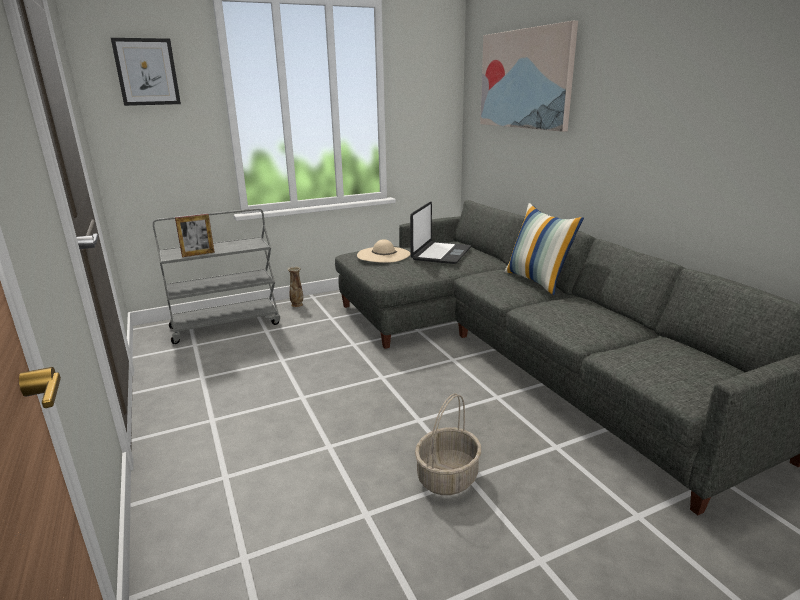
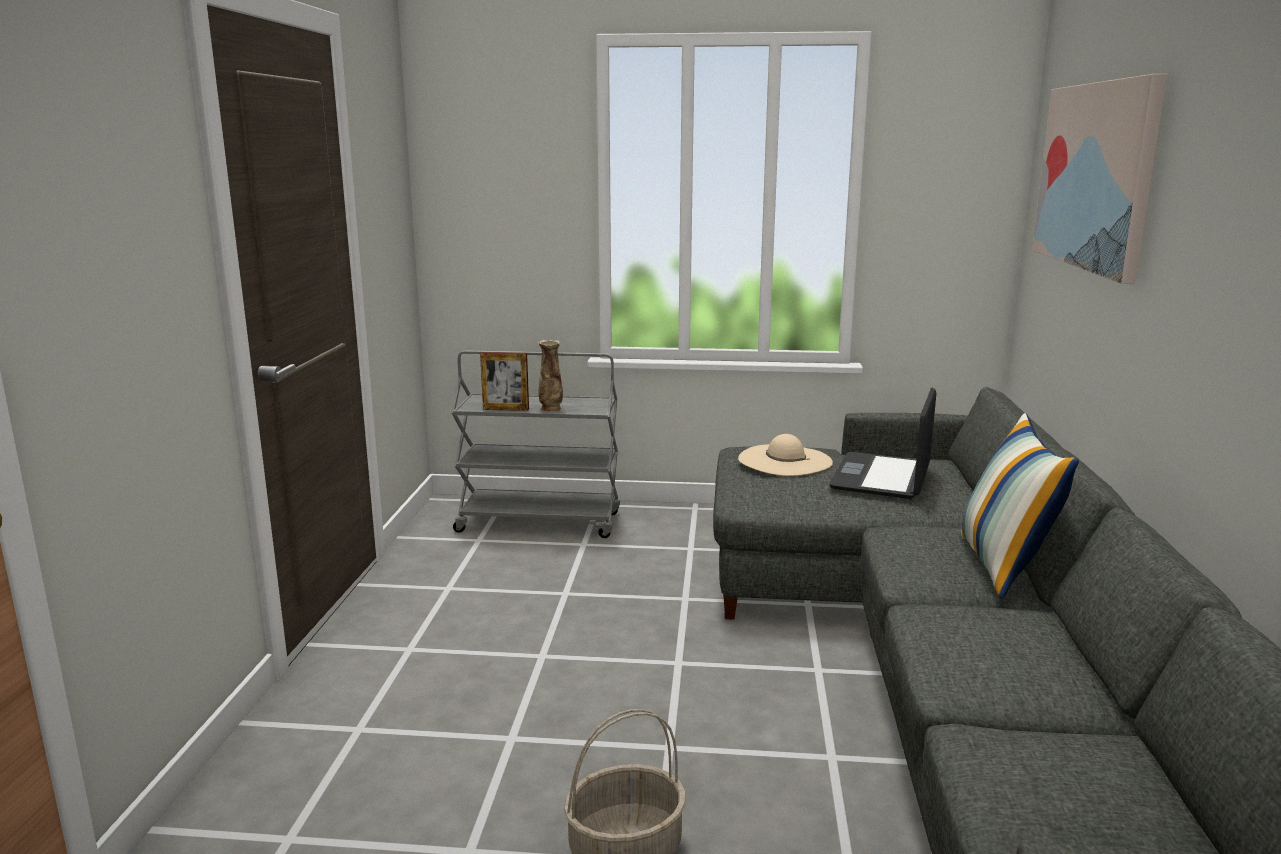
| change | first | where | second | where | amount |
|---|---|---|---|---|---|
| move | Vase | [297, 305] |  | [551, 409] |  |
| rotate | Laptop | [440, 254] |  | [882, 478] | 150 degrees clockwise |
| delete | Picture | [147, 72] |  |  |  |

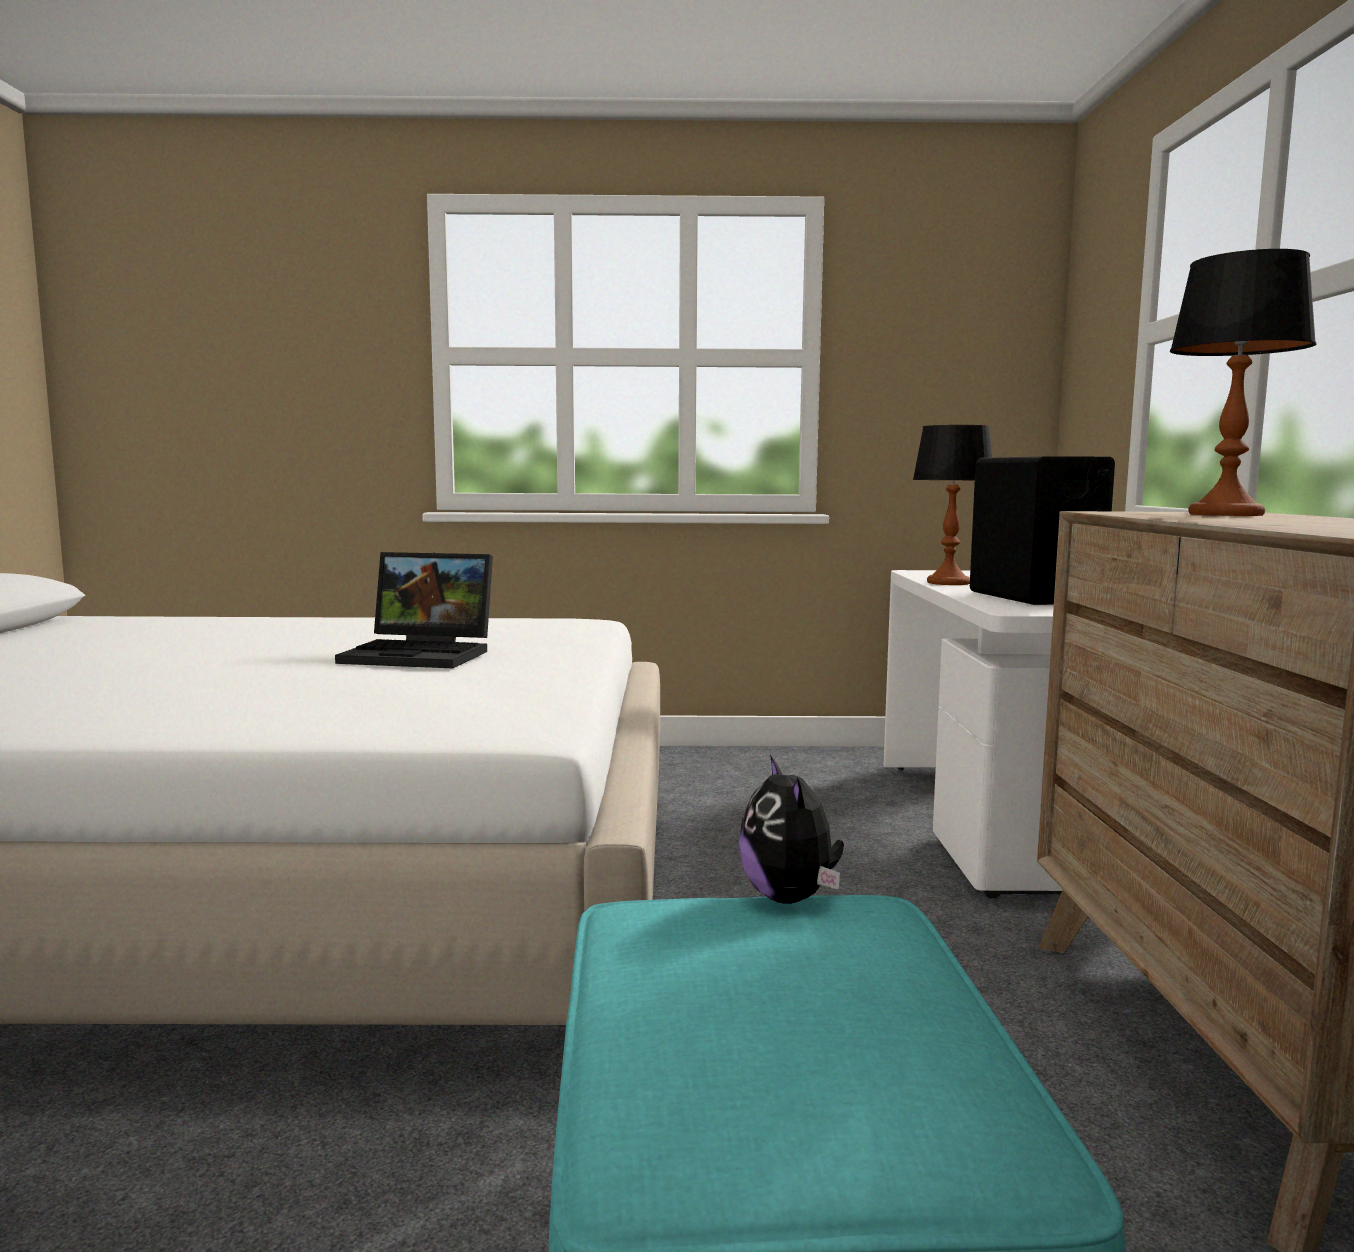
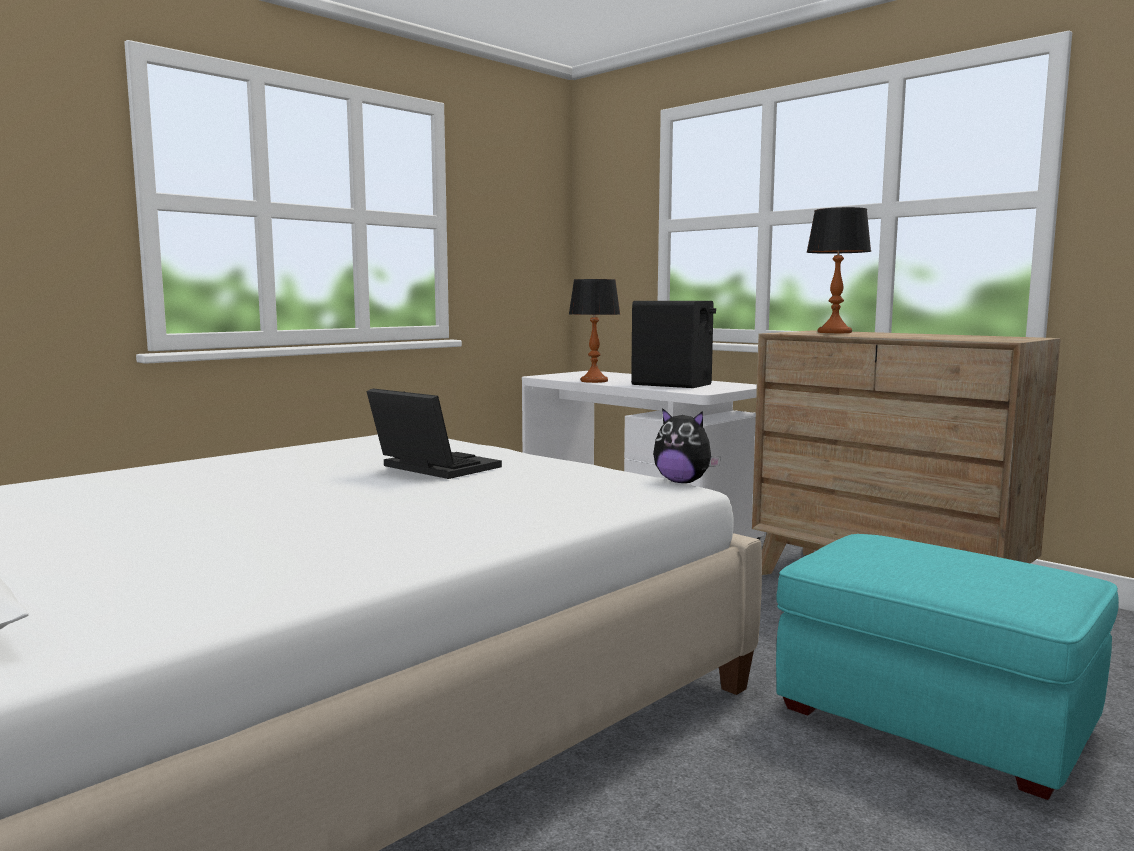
| change | first | where | second | where | amount |
|---|---|---|---|---|---|
| rotate | Laptop | [423, 655] |  | [431, 468] | 105 degrees counterclockwise |
| move | PlushToy | [790, 898] |  | [683, 482] |  |

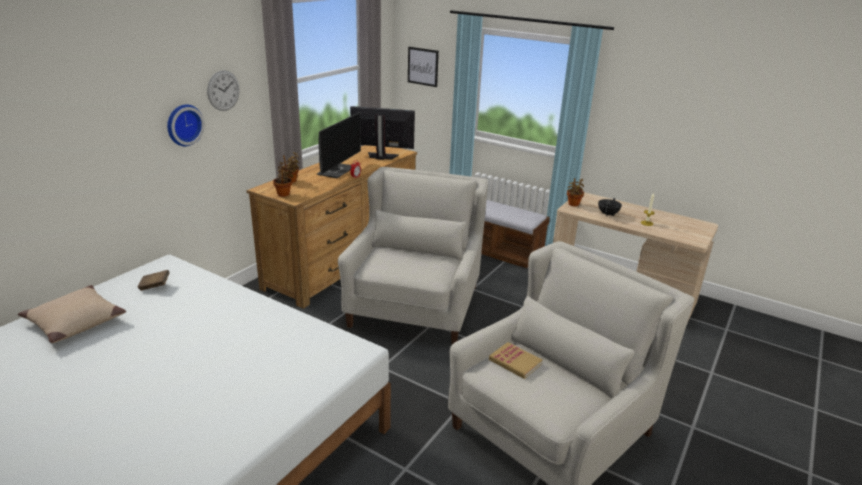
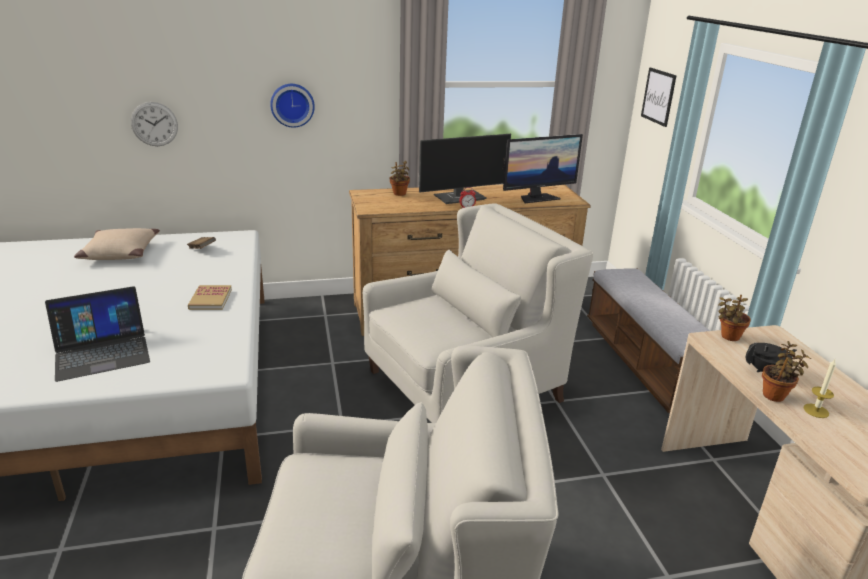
| change | first | where | second | where | amount |
|---|---|---|---|---|---|
| insert |  |  | Laptop | [102, 352] |  |
| move | WallClock | [223, 90] |  | [154, 124] |  |
| move | Book | [515, 362] |  | [210, 299] |  |
| rotate | Monitor | [381, 156] |  | [537, 198] | 105 degrees clockwise |
| move | PottedPlant | [284, 194] |  | [775, 395] |  |

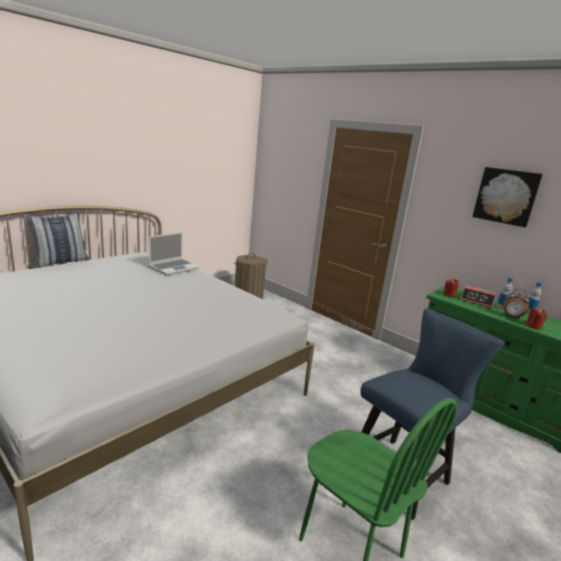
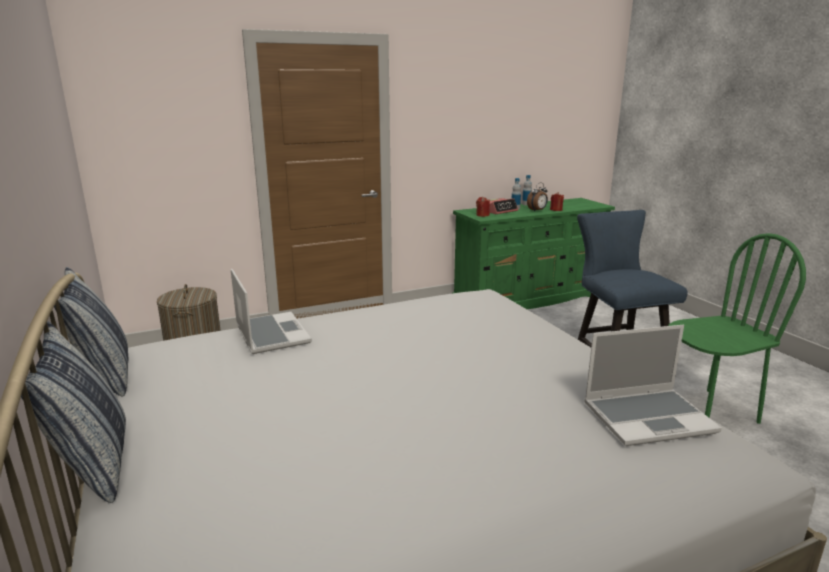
| change | first | where | second | where | amount |
|---|---|---|---|---|---|
| insert |  |  | Pillow | [106, 375] |  |
| insert |  |  | Laptop | [649, 417] |  |
| delete | Picture | [506, 196] |  |  |  |

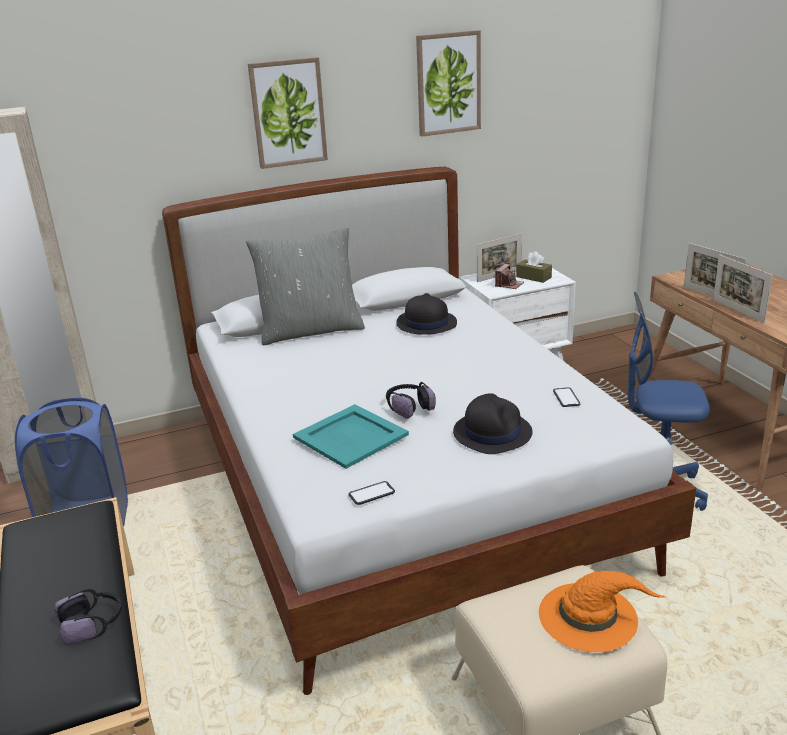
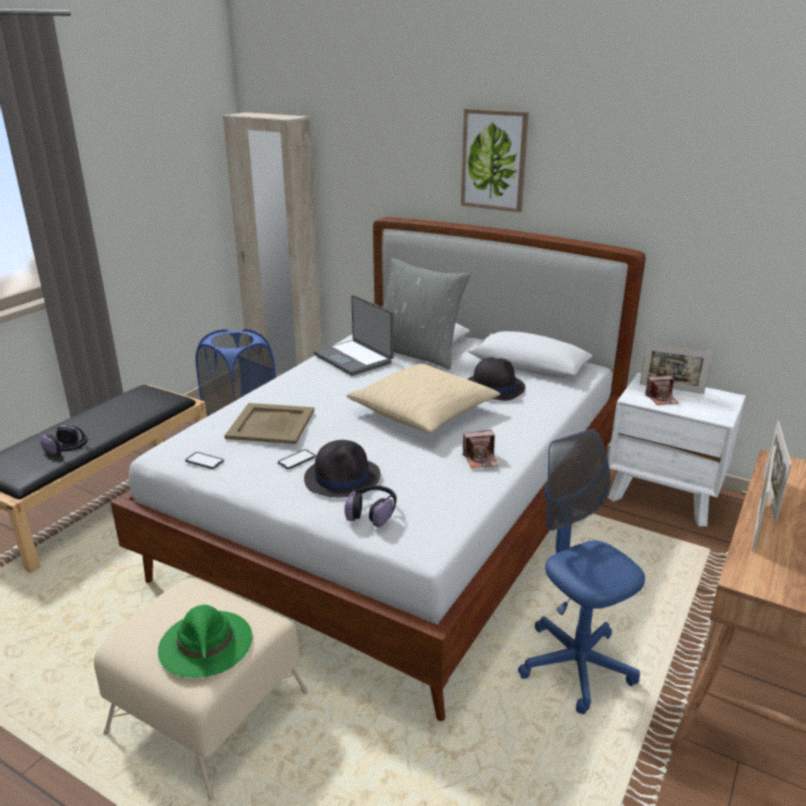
| change | first | where | second | where | amount |
|---|---|---|---|---|---|
| recolor | OrangeHat | [589, 616] | GreenHat | [206, 644] |  |
| recolor | TurquoiseTray | [351, 436] | BeigeTray | [271, 424] |  |
| move | Phone | [566, 398] |  | [296, 460] |  |
| insert |  |  | Laptop | [354, 358] |  |
| move | Headphones | [409, 407] |  | [373, 512] |  |
| insert |  |  | BeigePillow | [423, 412] |  |
| insert |  |  | PhotoCamera | [480, 459] |  |
| delete | Picture | [448, 83] |  |  |  |
| delete | BrownTissueBox | [533, 277] |  |  |  |

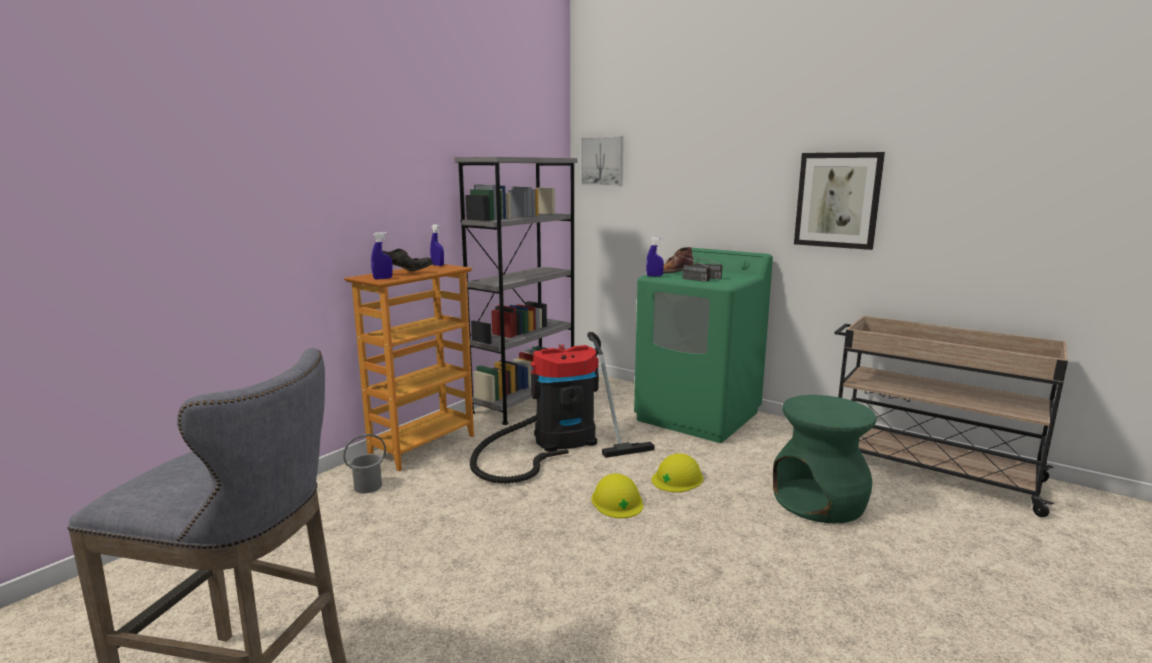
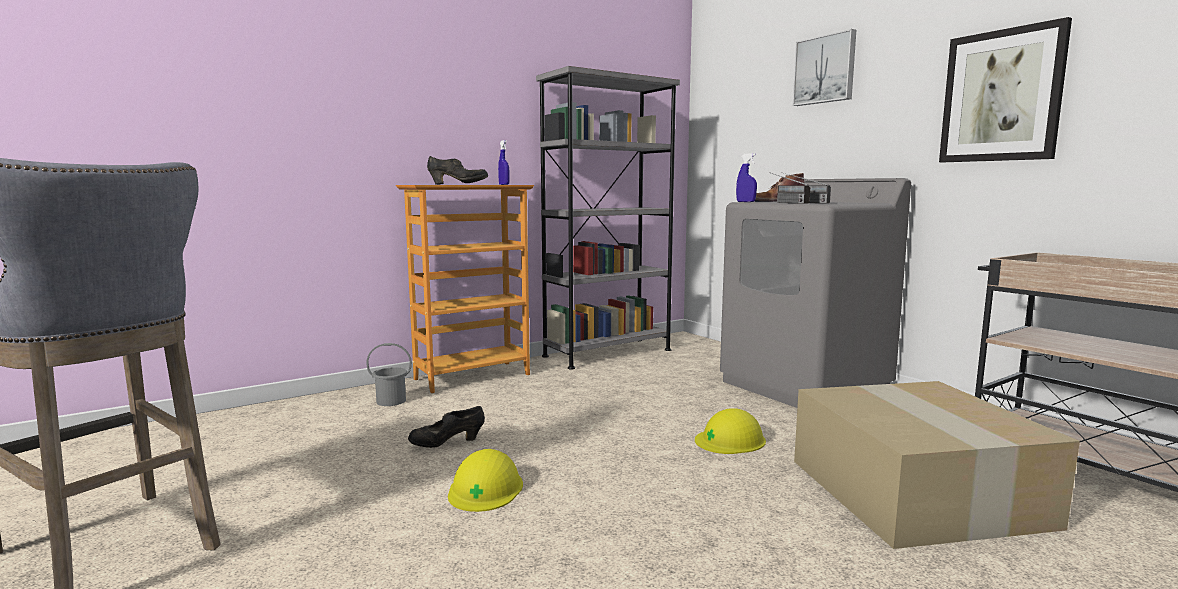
| change | first | where | second | where | amount |
|---|---|---|---|---|---|
| insert |  |  | BlackShoe | [447, 444] |  |
| move | YellowHardHat | [617, 501] |  | [486, 488] |  |
| recolor | GreenWashingMachine | [698, 416] | GreyWashingMachine | [804, 386] |  |
| move | Picture | [603, 161] |  | [825, 69] |  |
| replace | GreenStool | [819, 501] | CardboardBox | [920, 493] |  |
| delete | BlueSprayBottle | [383, 278] |  |  |  |
| delete | VacuumCleaner | [558, 442] |  |  |  |

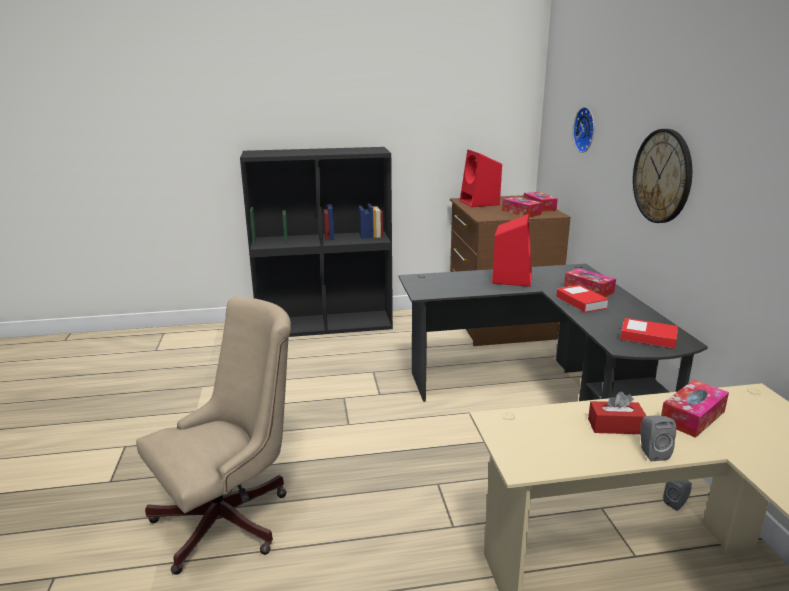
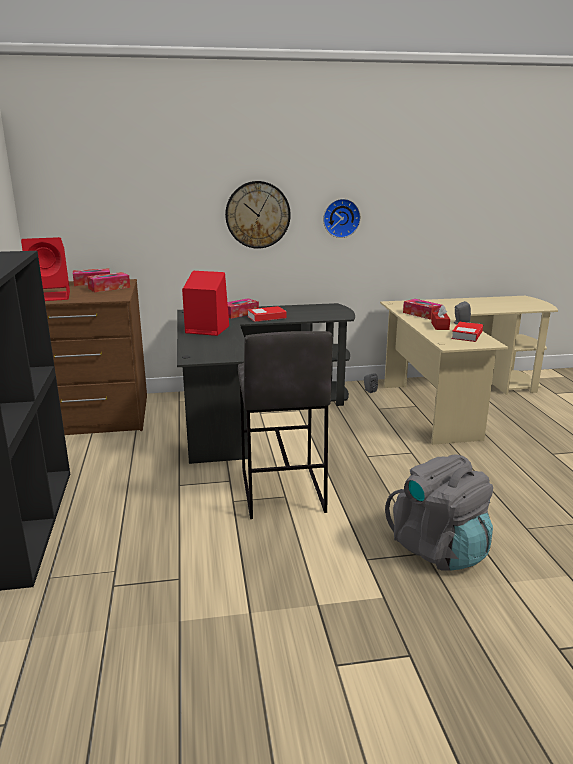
| change | first | where | second | where | amount |
|---|---|---|---|---|---|
| insert |  |  | GreyStool | [281, 491] |  |
| move | WallClock | [586, 129] |  | [341, 218] |  |
| replace | BeigeOfficeChair | [231, 519] | GreyBackpack | [439, 549] |  |
| move | Book | [648, 338] |  | [467, 335] |  |

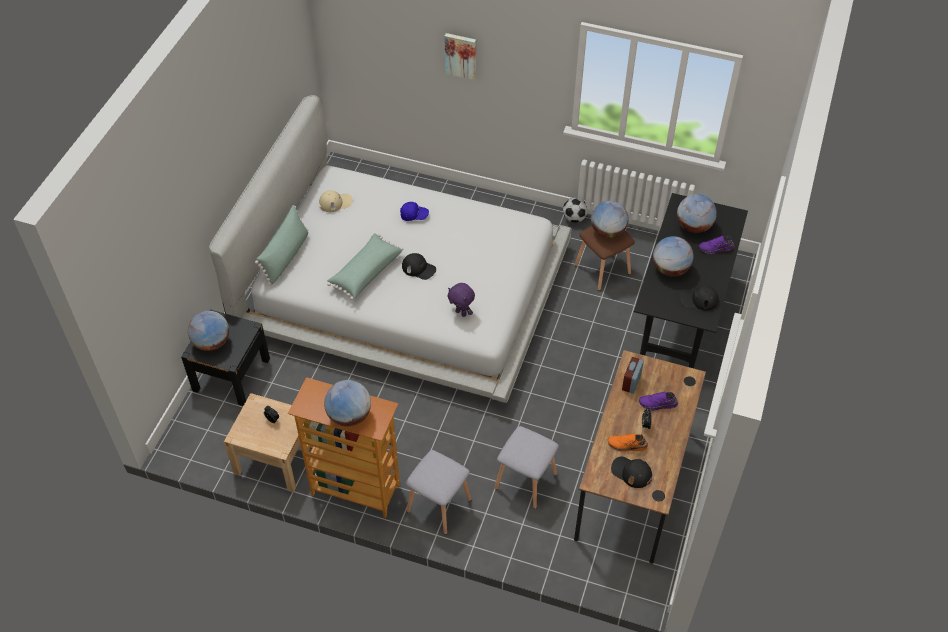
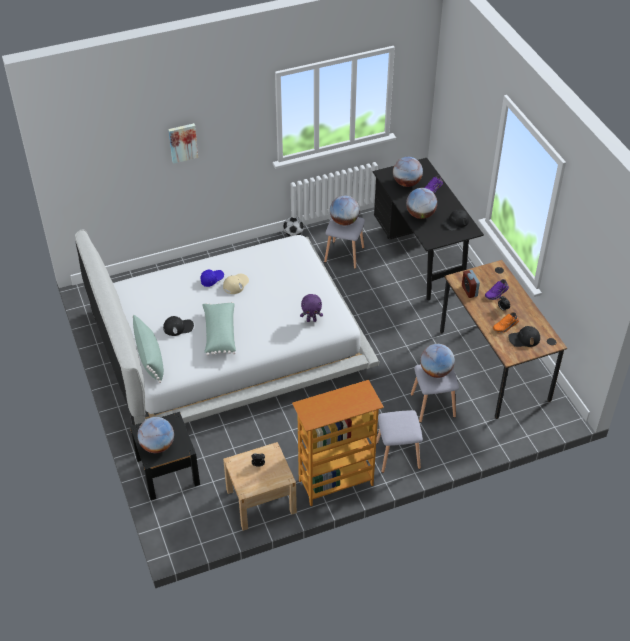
| change | first | where | second | where | amount |
|---|---|---|---|---|---|
| move | BlackCap | [419, 268] |  | [178, 327] |  |
| move | BeigeCap | [335, 202] |  | [235, 284] |  |
| recolor | BrownStool | [603, 270] | GreyStool | [345, 254] |  |
| move | Globe | [349, 415] |  | [436, 371] |  |

